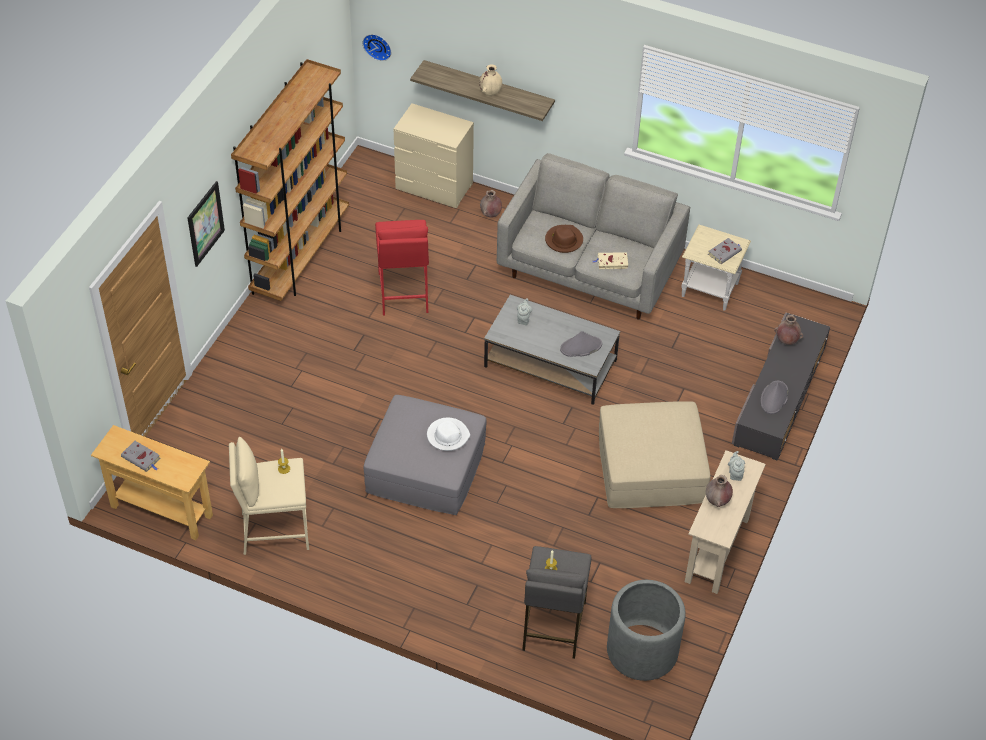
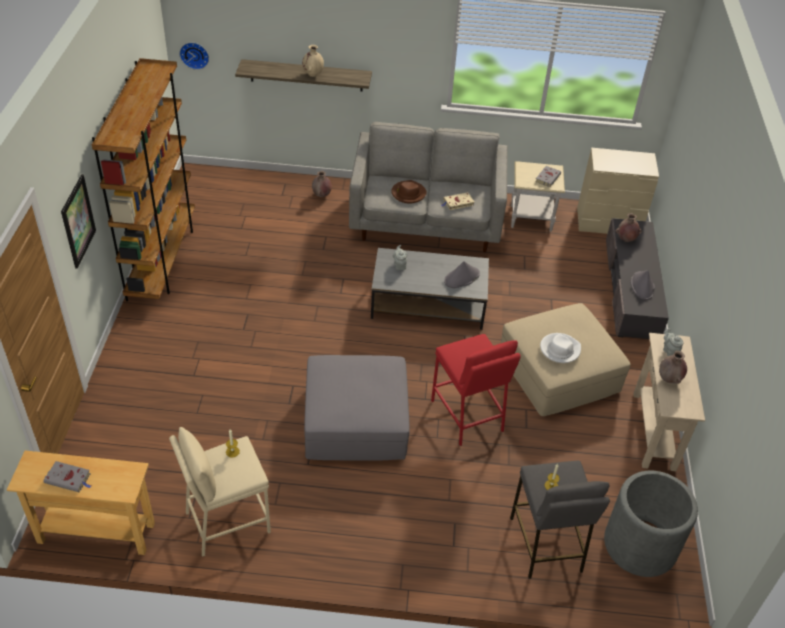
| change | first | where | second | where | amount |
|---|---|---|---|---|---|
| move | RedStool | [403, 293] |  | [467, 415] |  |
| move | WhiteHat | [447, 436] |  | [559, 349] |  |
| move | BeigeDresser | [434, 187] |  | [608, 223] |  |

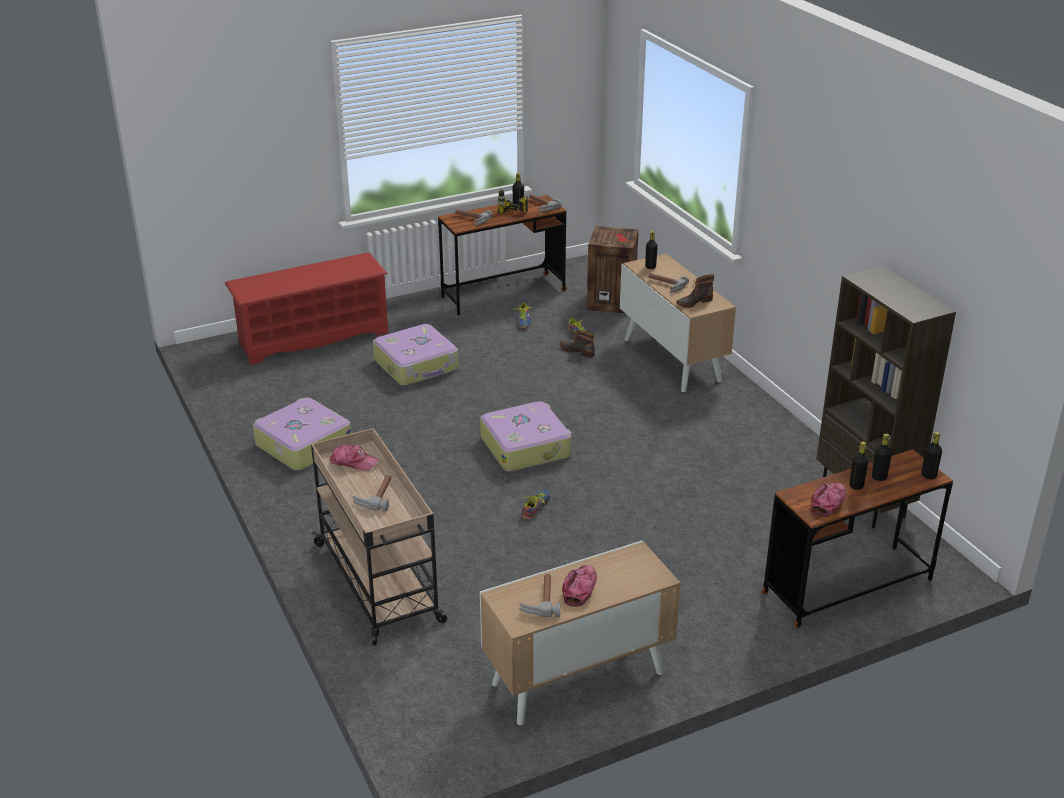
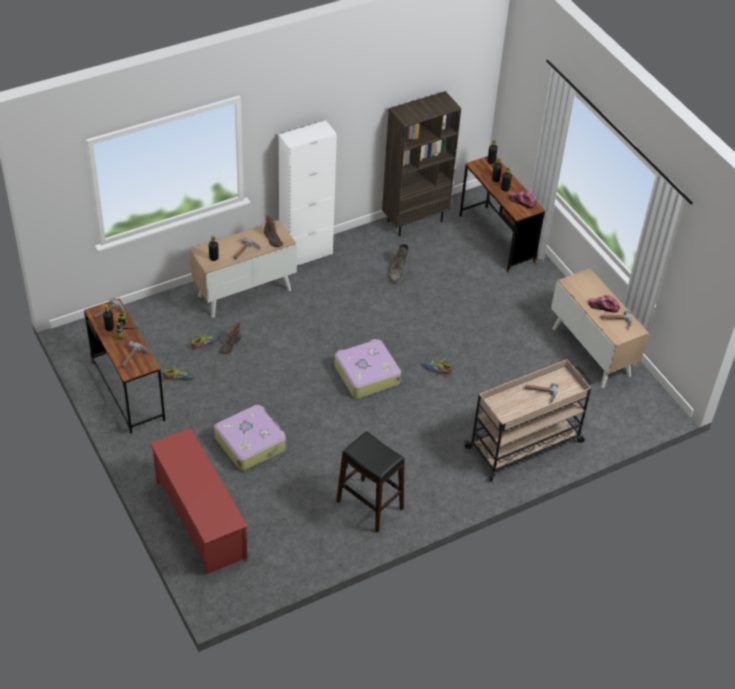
| change | first | where | second | where | amount |
|---|---|---|---|---|---|
| insert |  |  | WhiteCabinet | [306, 254] |  |
| replace | Suitcase | [302, 444] | BlackStool | [370, 505] |  |
| insert |  |  | GreenBoot | [397, 270] |  |
| delete | Cap | [354, 462] |  |  |  |
| delete | Crate | [612, 301] |  |  |  |

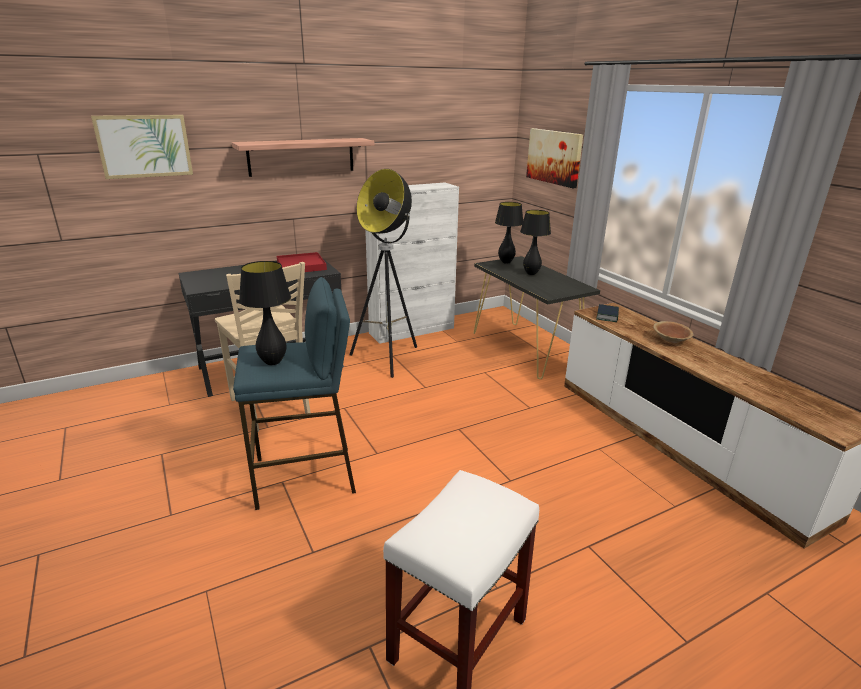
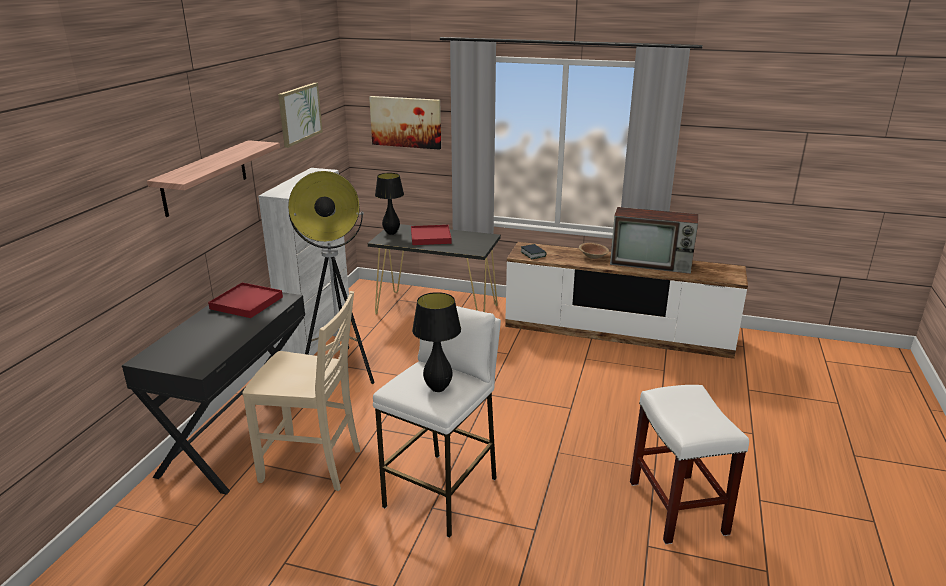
| change | first | where | second | where | amount |
|---|---|---|---|---|---|
| move | Picture | [144, 146] |  | [299, 114] |  |
| recolor | BlueStool | [305, 476] | WhiteStool | [443, 492] |  |
| replace | BlackTableLamp | [531, 273] | RedTray | [430, 237] |  |
| insert |  |  | Television | [652, 263] |  |

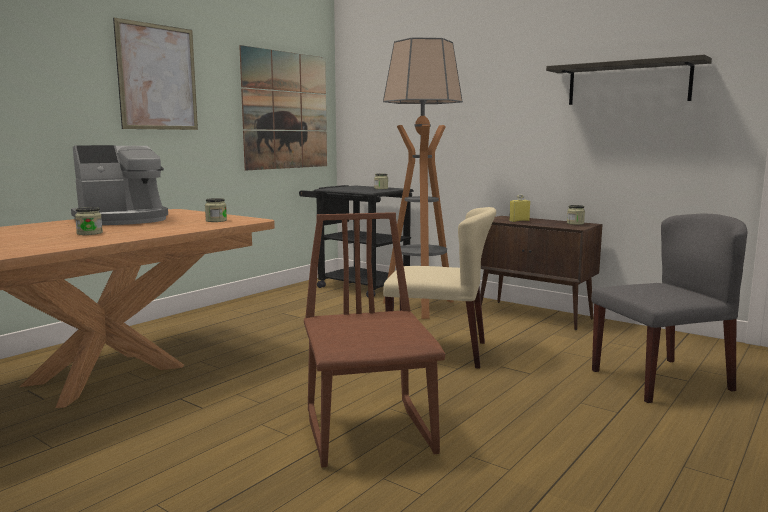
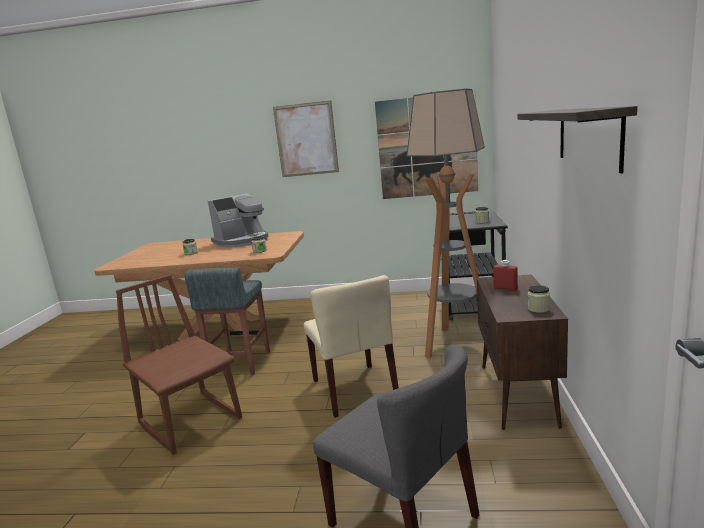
| change | first | where | second | where | amount |
|---|---|---|---|---|---|
| rotate | BrownChair | [370, 432] |  | [191, 421] | 90 degrees counterclockwise |
| insert |  |  | GreyStool | [240, 363] |  |
| rotate | CoffeeMachine | [123, 220] |  | [242, 241] | 60 degrees counterclockwise |
| recolor | YellowBottle | [519, 221] | RedBottle | [505, 288] |  |

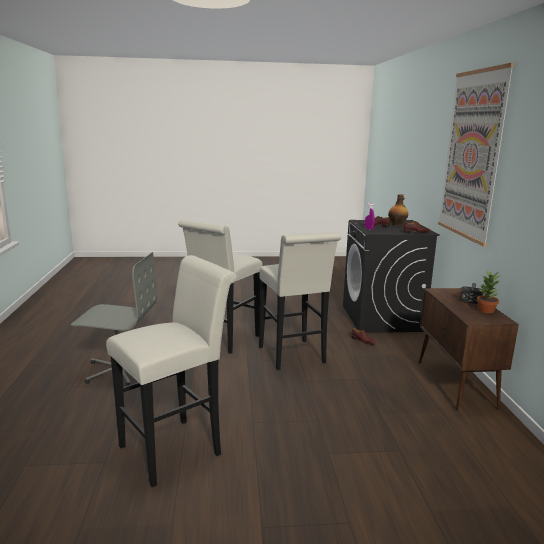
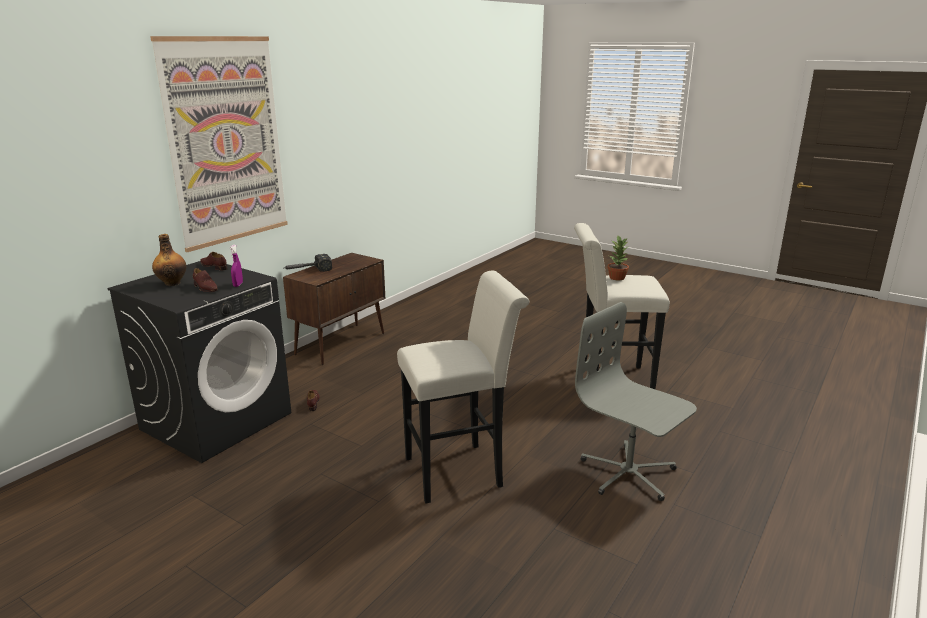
| change | first | where | second | where | amount |
|---|---|---|---|---|---|
| move | PottedPlant | [486, 310] |  | [617, 277] |  |
| delete | WhiteStool | [293, 357] |  |  |  |

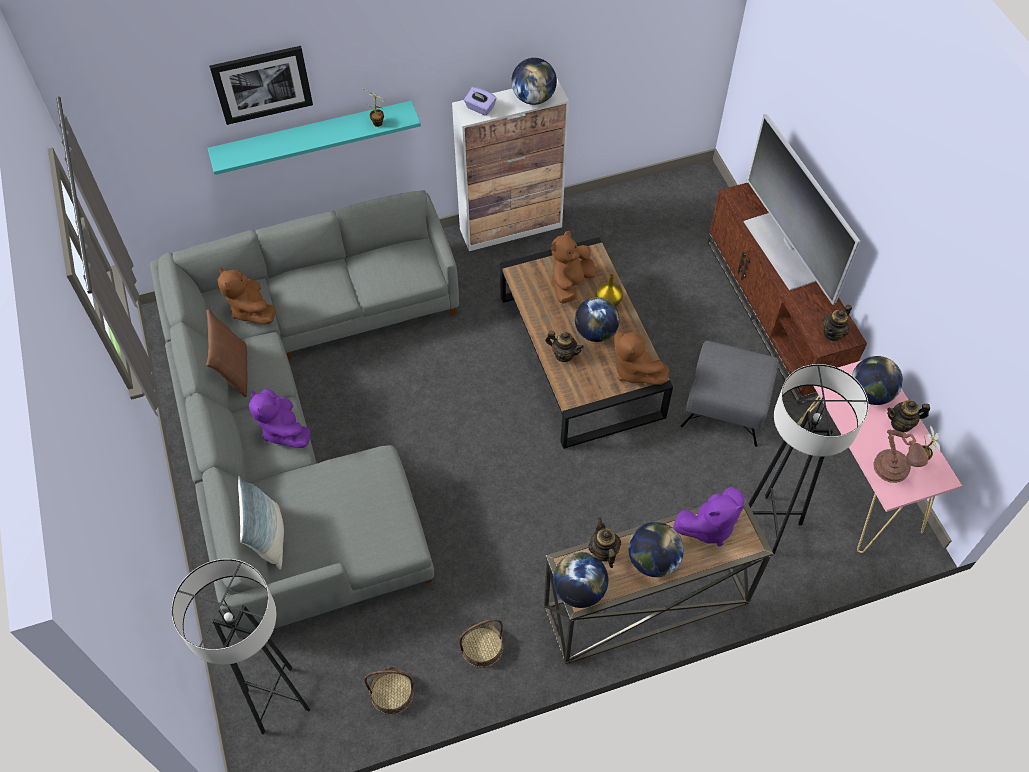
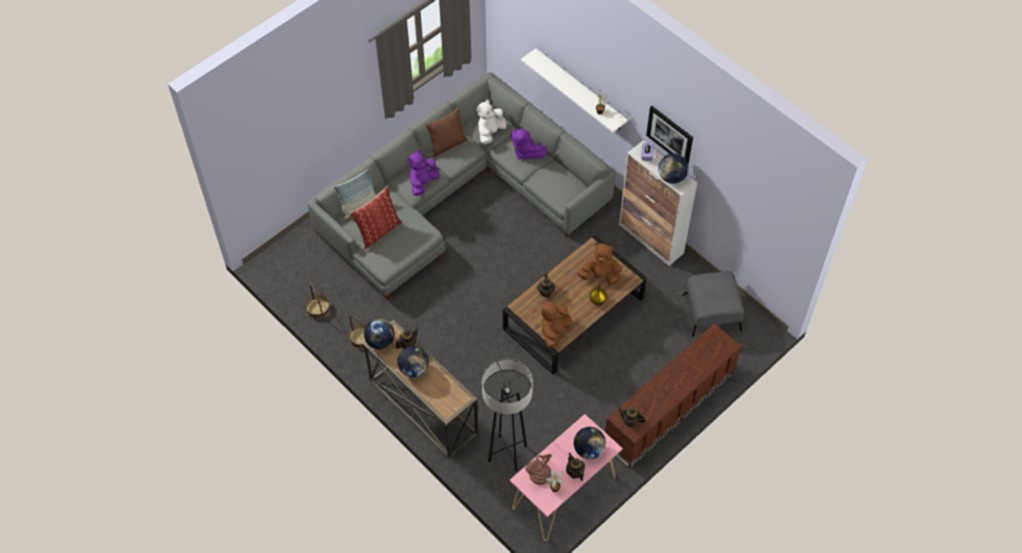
| change | first | where | second | where | amount |
|---|---|---|---|---|---|
| insert |  |  | Pillow | [378, 231] |  |
| recolor | BrownPlushToy | [251, 310] | WhitePlushToy | [490, 132] |  |
| move | PurplePlushToy | [708, 526] |  | [525, 152] |  |
| recolor | TurquoiseShelf | [313, 137] | WhiteShelf | [580, 90] |  |
| move | Picture | [262, 84] |  | [670, 135] |  |
| move | GreyOttoman | [725, 404] |  | [712, 312] |  |
| delete | GreyFloorLamp | [277, 699] |  |  |  |
| delete | Globe | [595, 332] |  |  |  |
| delete | Television | [780, 250] |  |  |  |

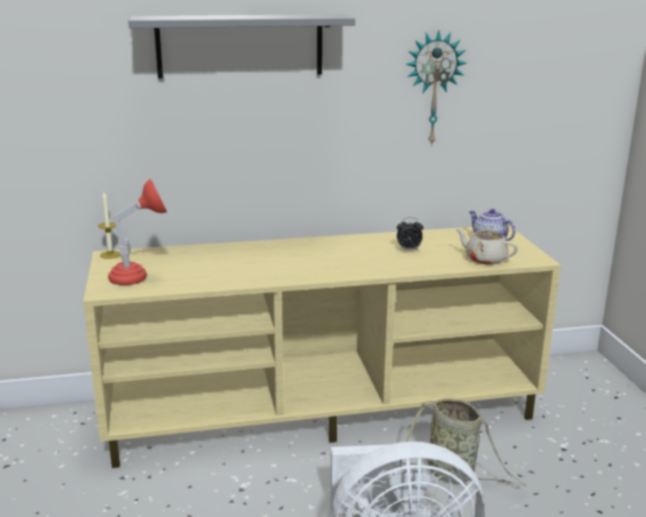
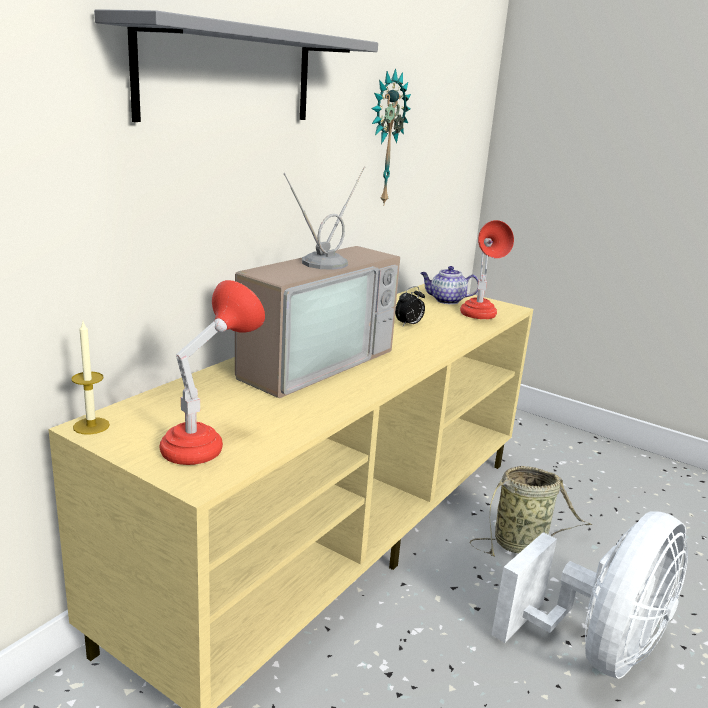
| change | first | where | second | where | amount |
|---|---|---|---|---|---|
| insert |  |  | Television | [310, 360] |  |
| replace | BeigeTeapot | [484, 259] | RedTableLamp | [479, 317] |  |

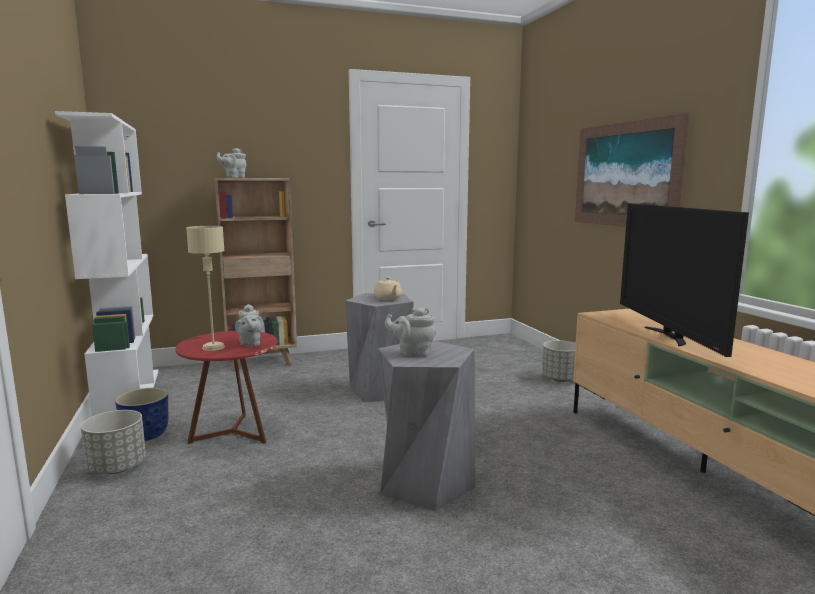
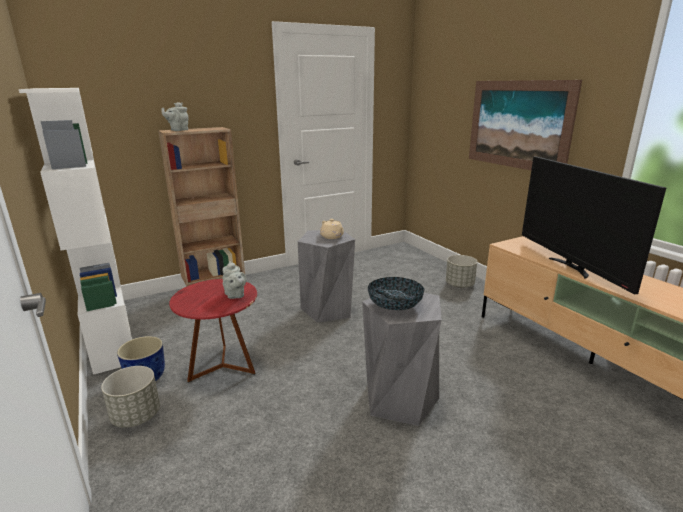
| change | first | where | second | where | amount |
|---|---|---|---|---|---|
| replace | GreyTeapot | [412, 353] | Bowl | [395, 306] |  |
| delete | BeigeTableLamp | [214, 347] |  |  |  |

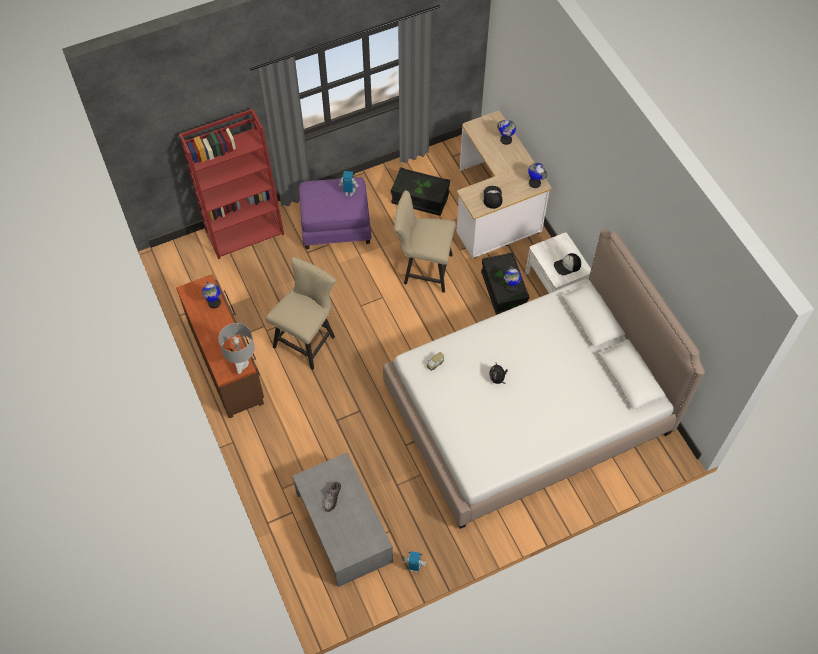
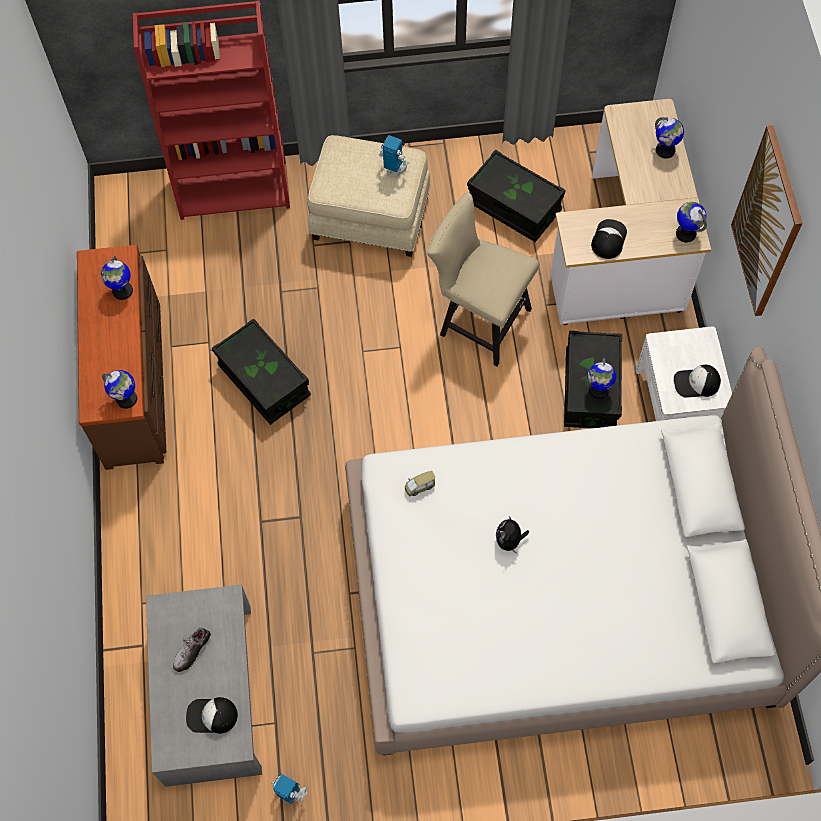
| change | first | where | second | where | amount |
|---|---|---|---|---|---|
| replace | GreyTableLamp | [242, 364] | Globe | [126, 399] |  |
| insert |  |  | Cap | [211, 716] |  |
| replace | BeigeChair | [307, 339] | BlackStorageBox | [264, 381] |  |
| recolor | PurpleOttoman | [336, 227] | BeigeOttoman | [370, 218] |  |
| insert |  |  | Picture | [767, 223] |  |

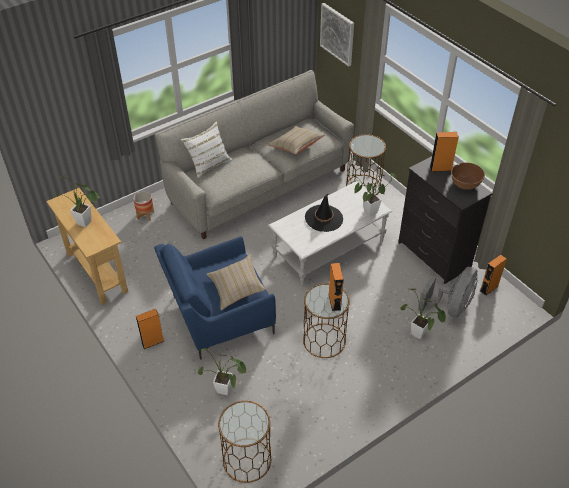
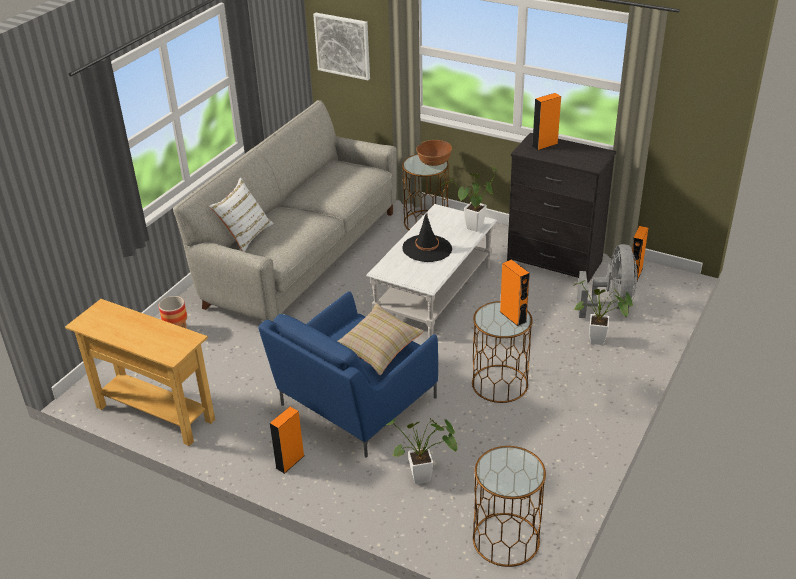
| change | first | where | second | where | amount |
|---|---|---|---|---|---|
| move | BrownBowl | [465, 184] |  | [434, 162] |  |
| delete | PottedPlant | [87, 224] |  |  |  |
| delete | BeigePillow | [295, 147] |  |  |  |

